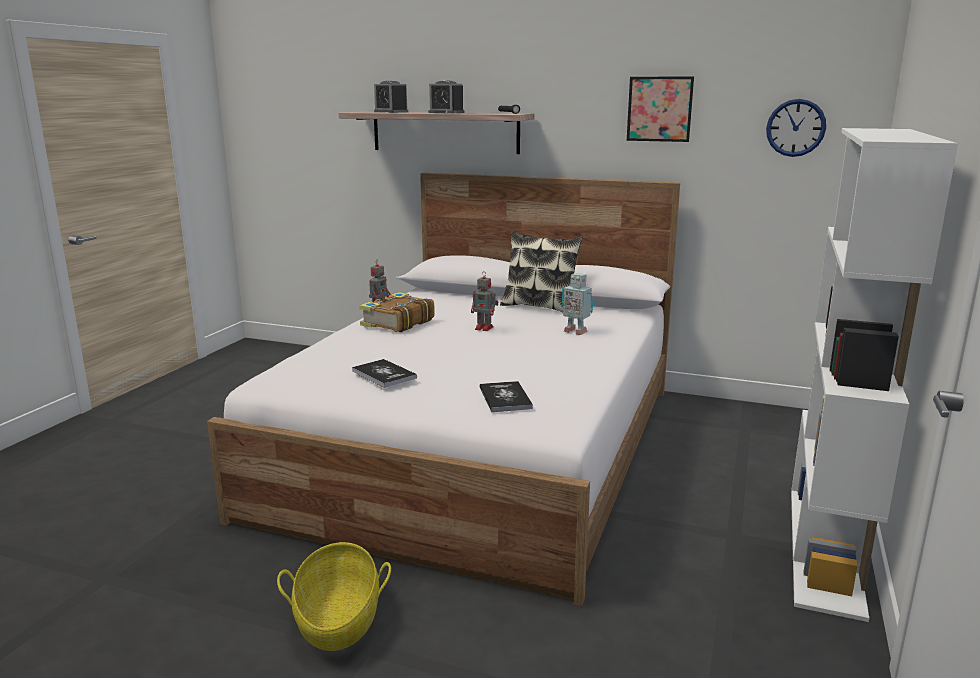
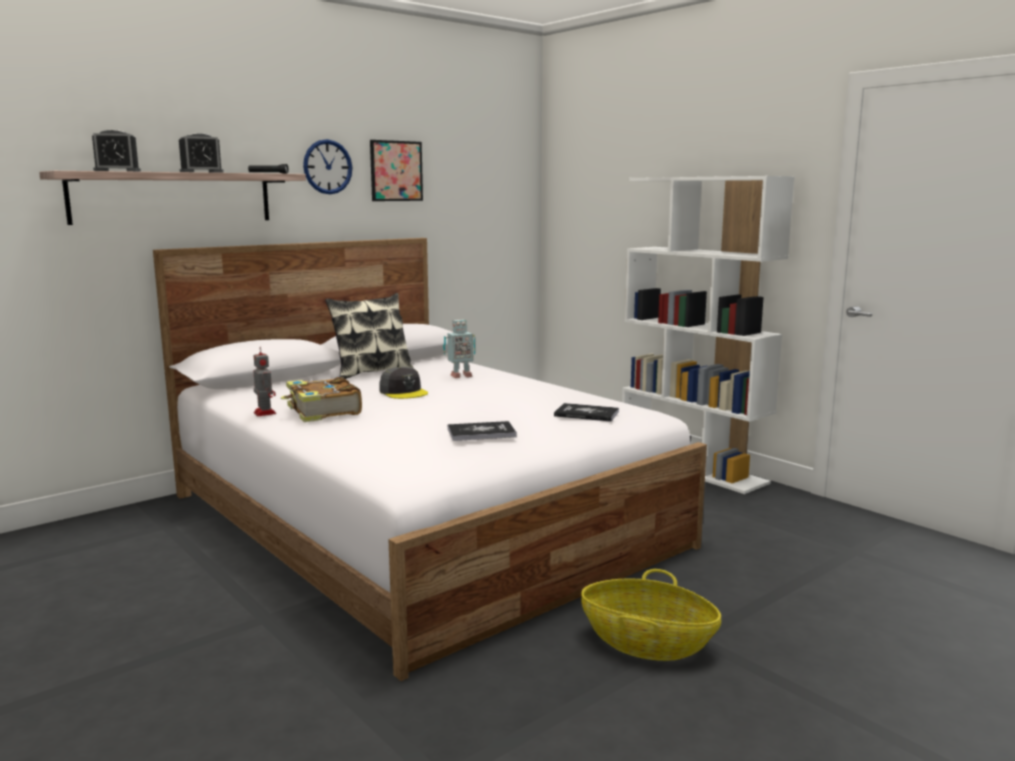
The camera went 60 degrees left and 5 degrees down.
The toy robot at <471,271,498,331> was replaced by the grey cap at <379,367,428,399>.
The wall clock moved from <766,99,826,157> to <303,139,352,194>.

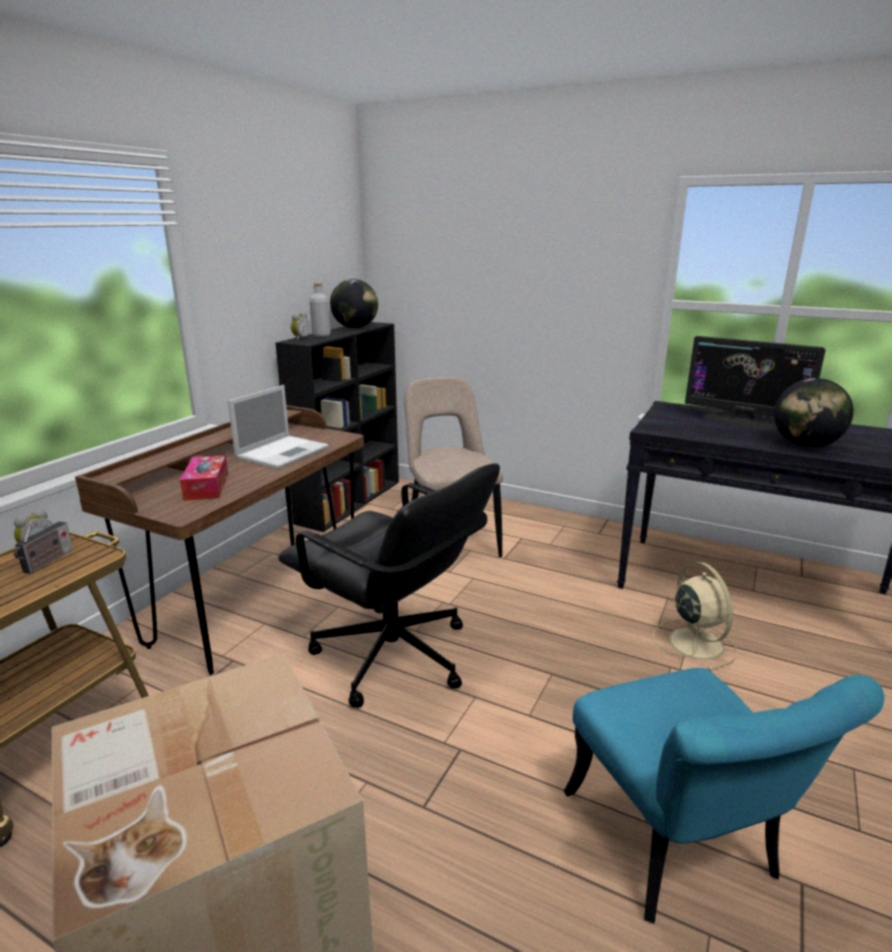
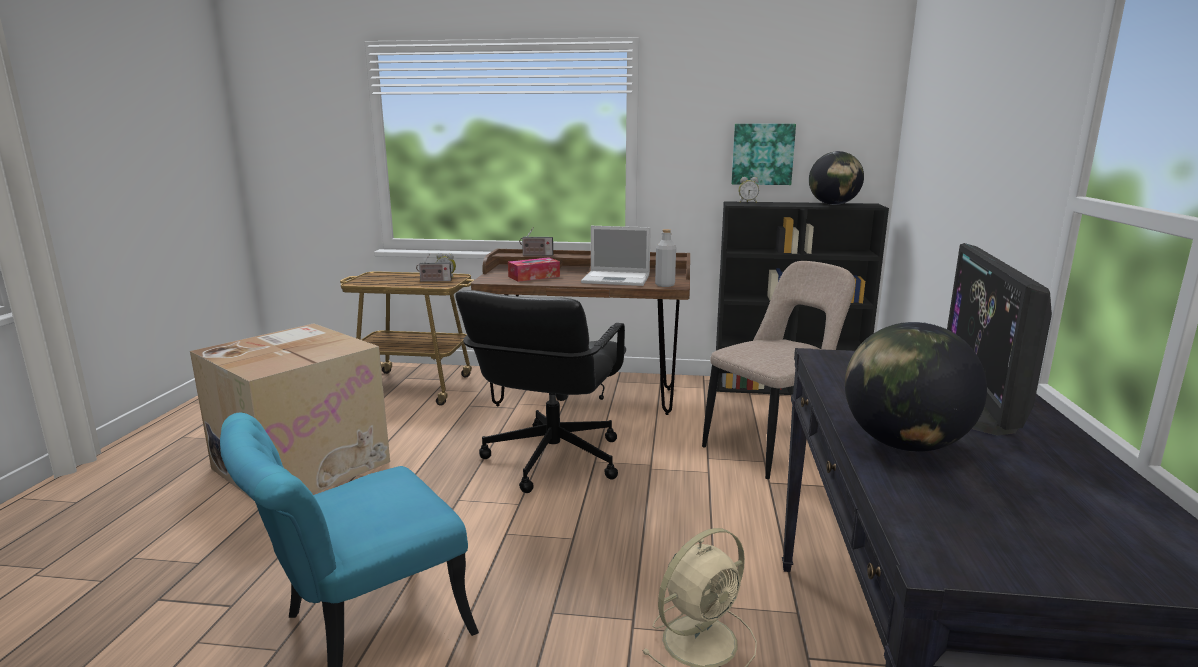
The camera went 70 degrees right and 5 degrees down.
The grey bottle moved from <310,283,331,337> to <655,229,676,287>.
The radio at <519,227,553,256> appeared.
The picture at <732,124,796,185> appeared.

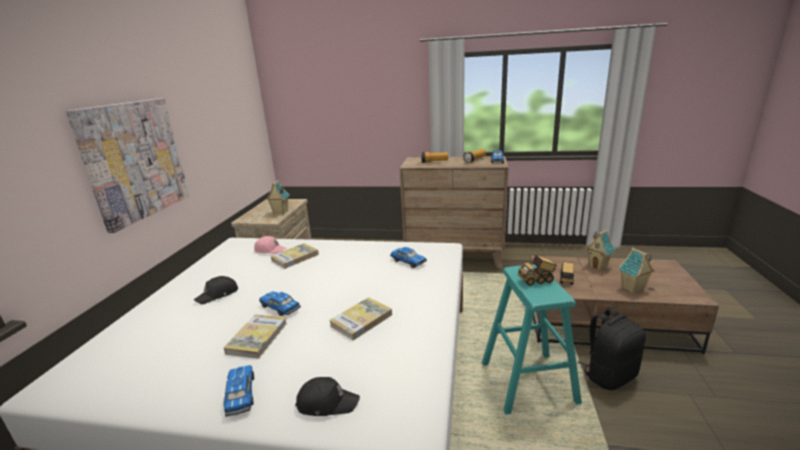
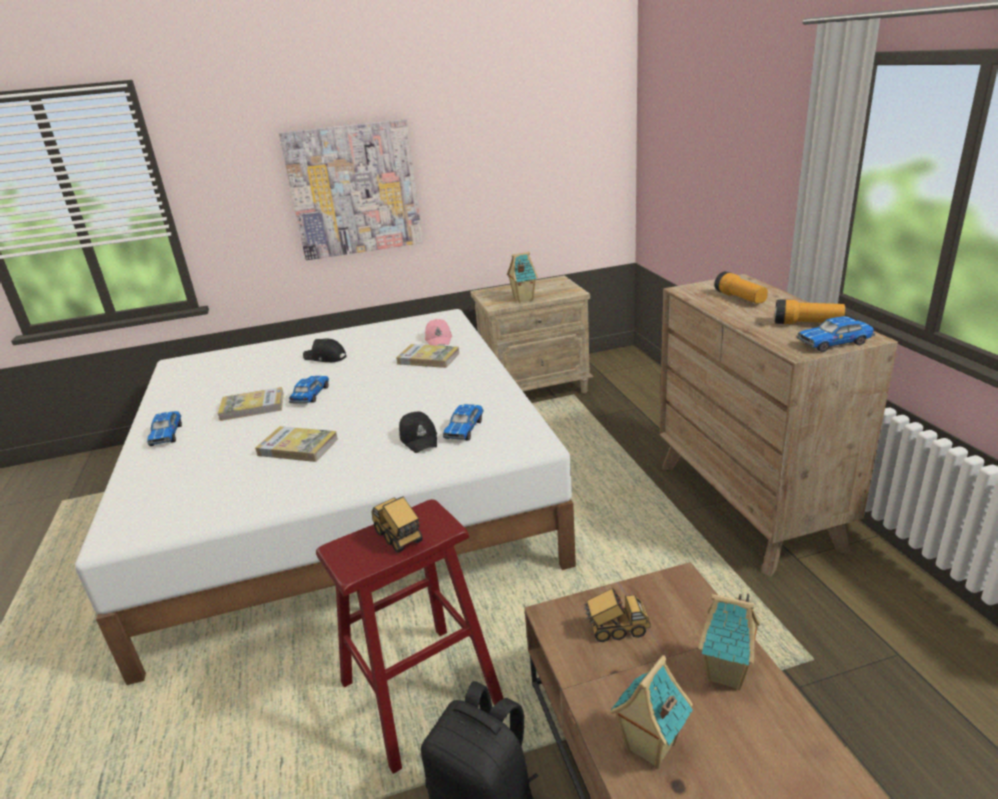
The camera went 65 degrees right and 5 degrees up.
The toy car at <224,365,254,417> turned 120 degrees clockwise.
The black cap moved from <295,377,360,416> to <399,412,437,453>.
The turquoise stool at <482,264,582,415> became the red stool at <316,499,504,774>.

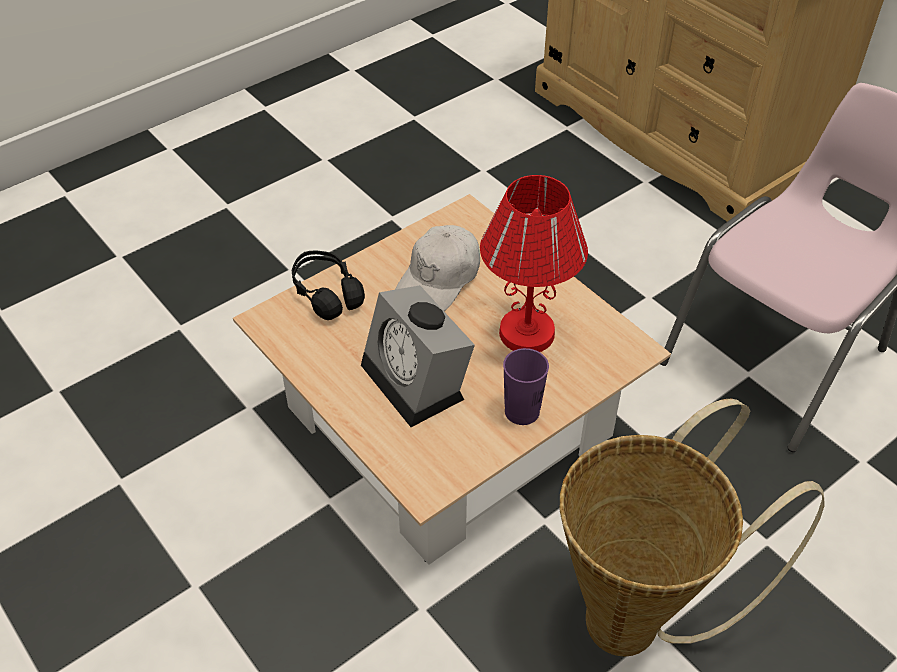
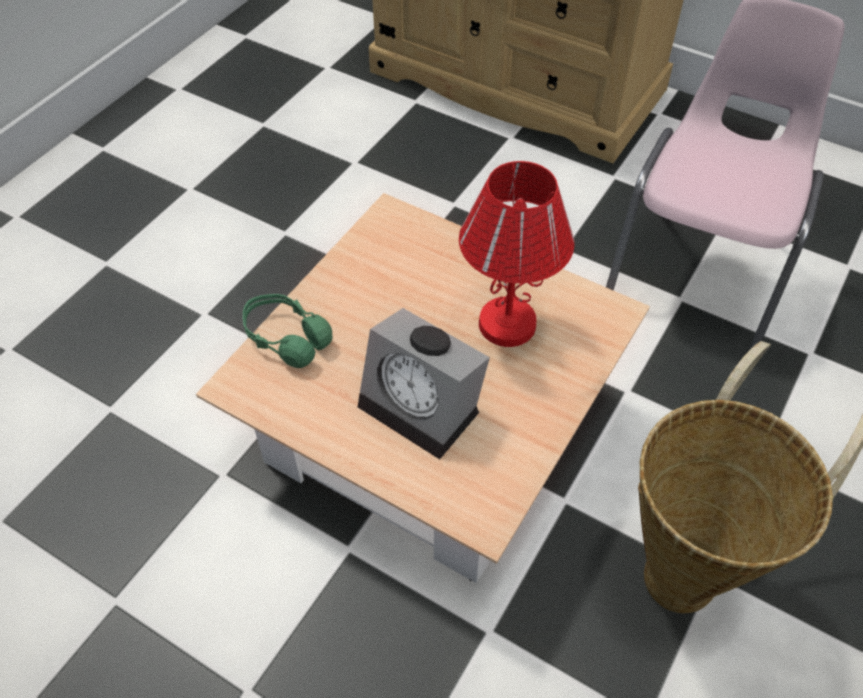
The camera went 20 degrees left and 5 degrees up.
The black headphones at <292,251,365,320> became the green headphones at <243,294,333,368>.
The white cap at <395,225,480,311> disappeared.
The purple cup at <503,348,549,425> disappeared.

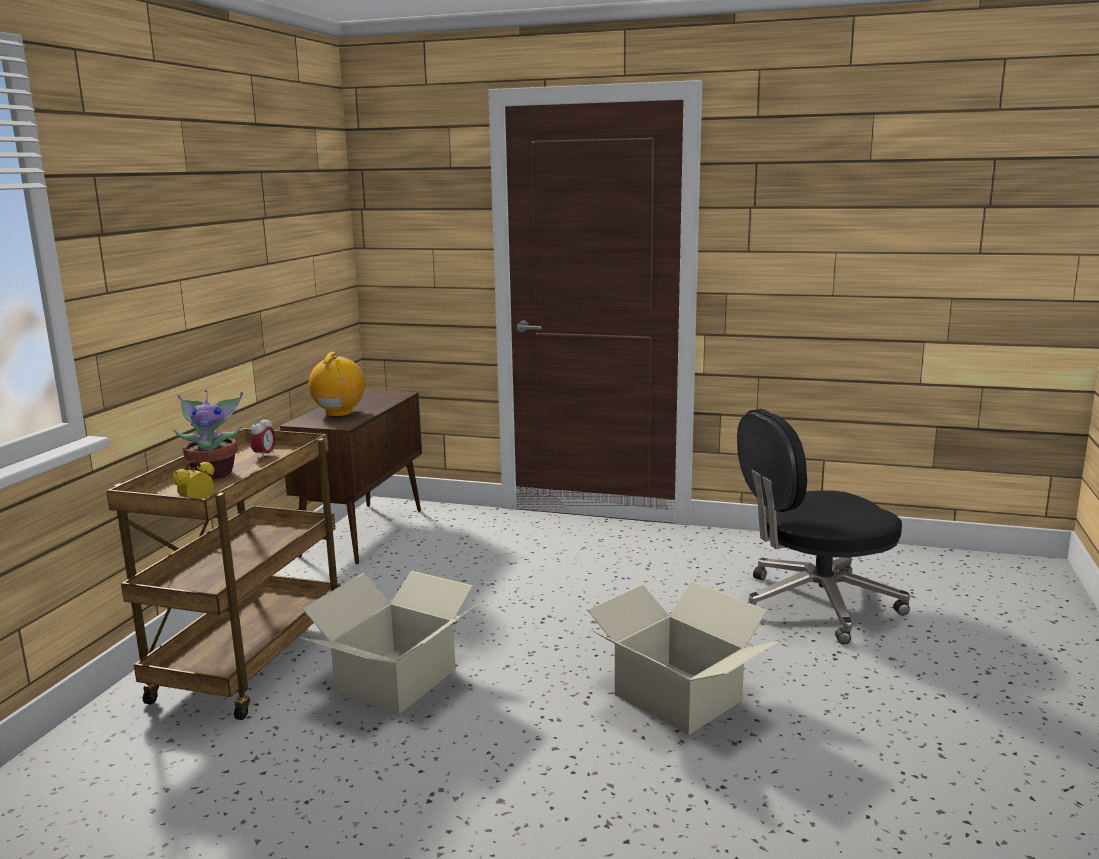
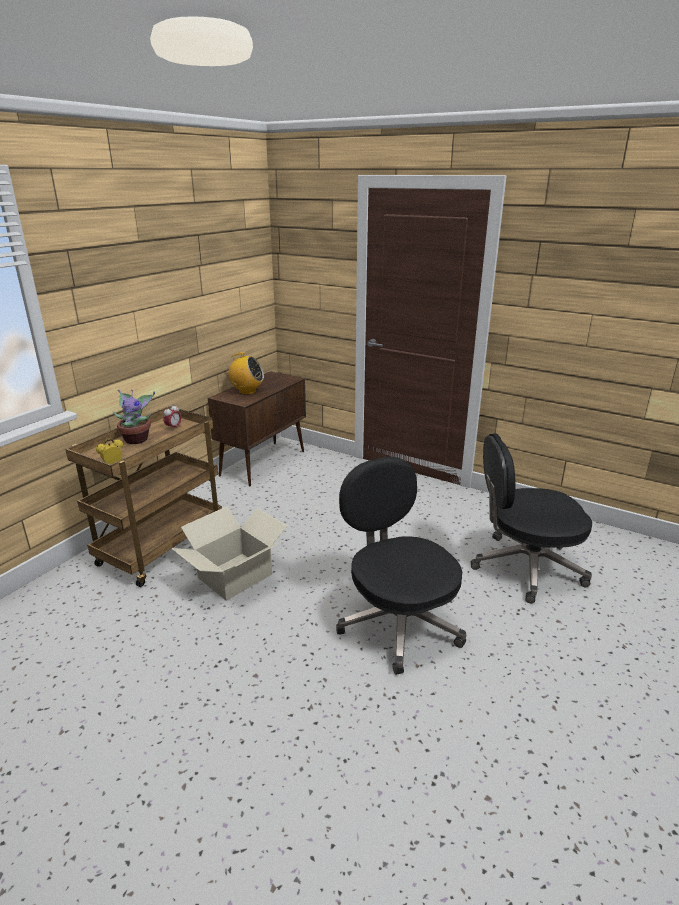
The camera went 15 degrees right and 10 degrees up.
The radio at <309,352,365,417> turned 75 degrees clockwise.
The cardboard box at <587,581,780,735> was replaced by the black office chair at <336,456,466,675>.

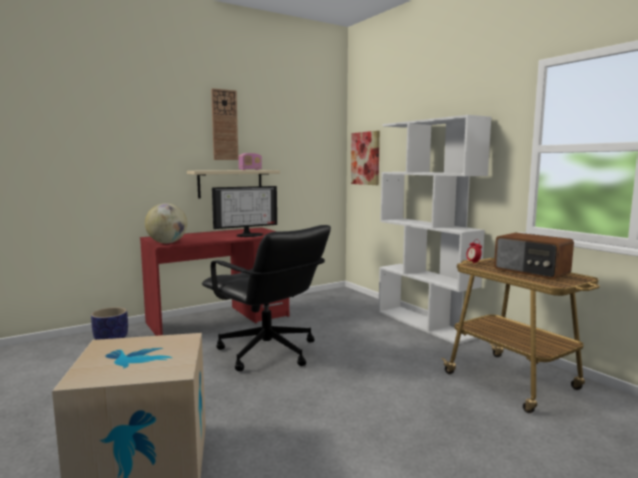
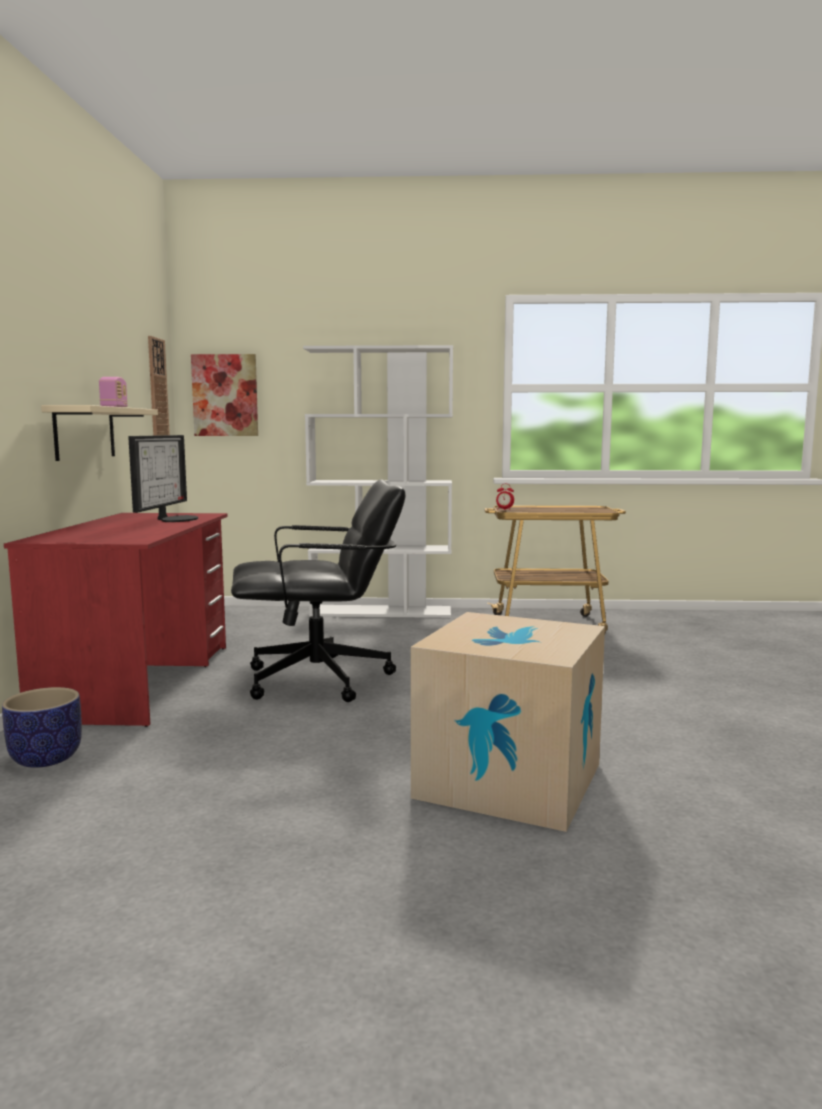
The camera went 55 degrees left and 0 degrees up.
The globe at <145,203,187,243> disappeared.
The wall clock moved from <211,88,239,160> to <148,336,170,436>.
The radio at <494,233,574,279> disappeared.

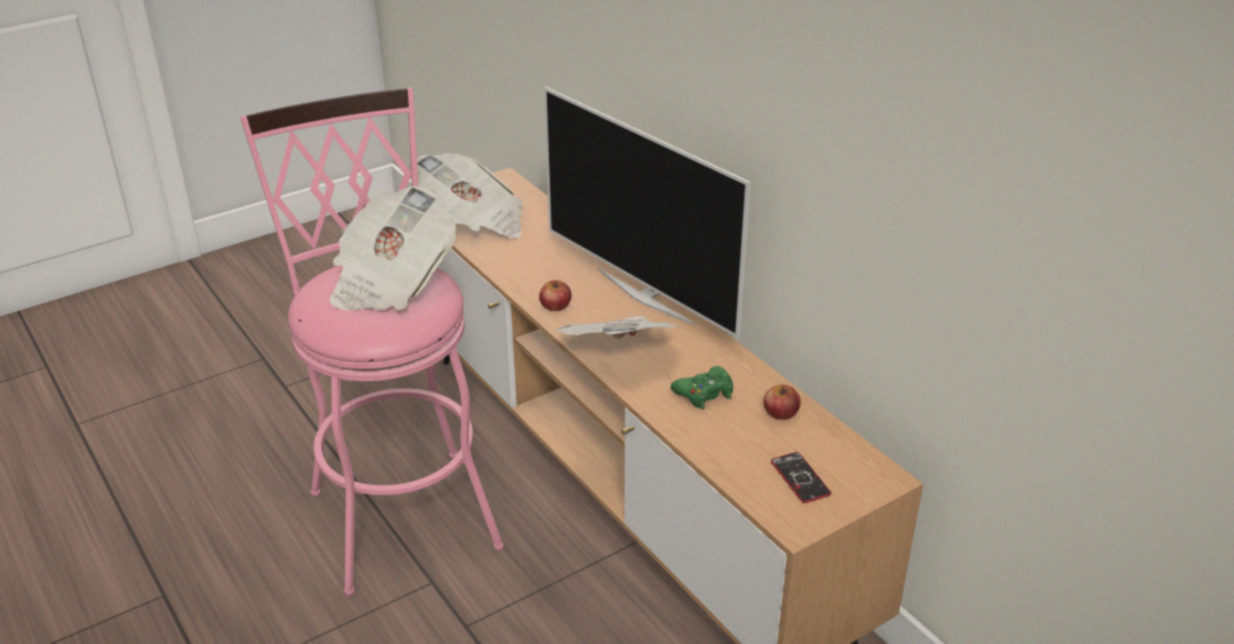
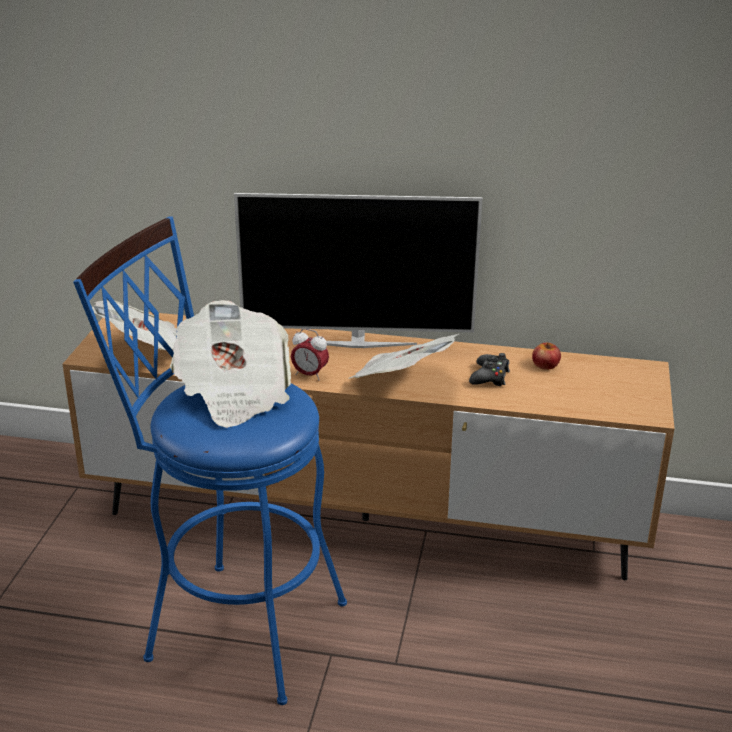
The camera went 45 degrees left and 5 degrees down.
The pink stool at <240,87,504,596> became the blue stool at <73,216,347,705>.
The apple at <539,280,571,311> was replaced by the alarm clock at <291,328,329,381>.
The green game controller at <671,366,733,409> became the black game controller at <469,353,510,386>.
The phone at <771,452,831,503> disappeared.

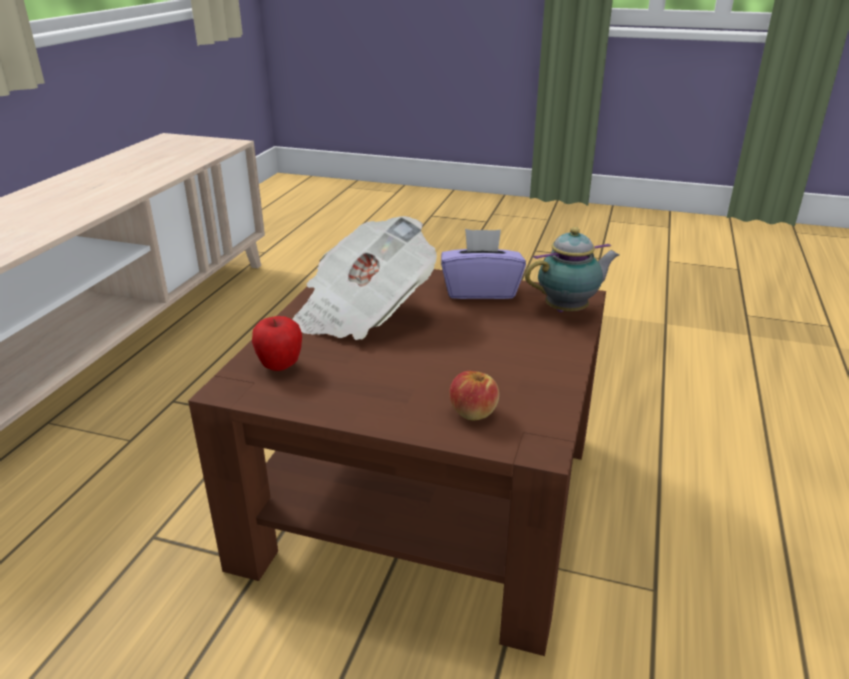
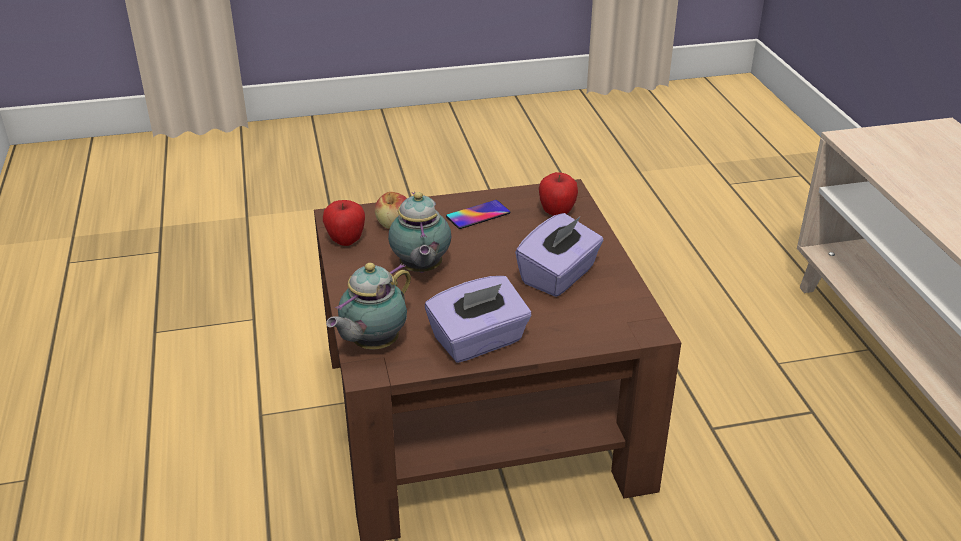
The camera went 150 degrees right and 5 degrees up.
The newspaper at <292,216,437,340> was replaced by the purple tissue box at <515,213,604,297>.
The apple at <323,200,365,246> appeared.
The teapot at <388,192,451,273> appeared.
The phone at <446,200,511,229> appeared.

